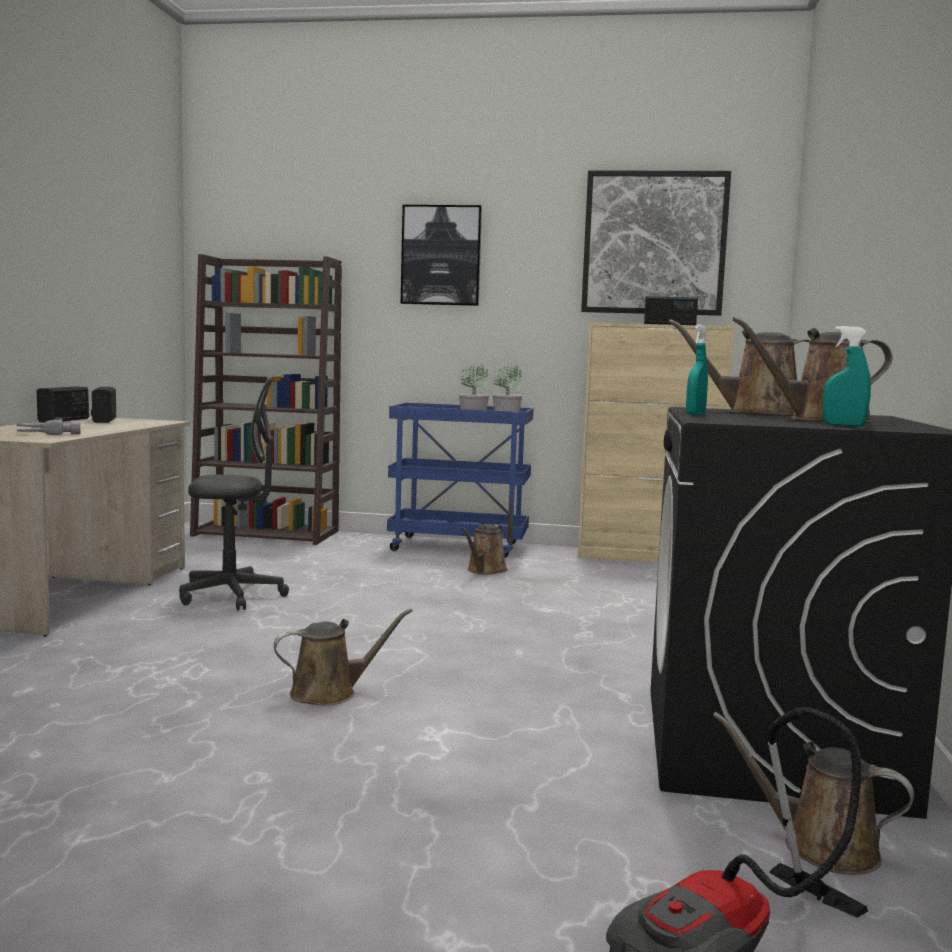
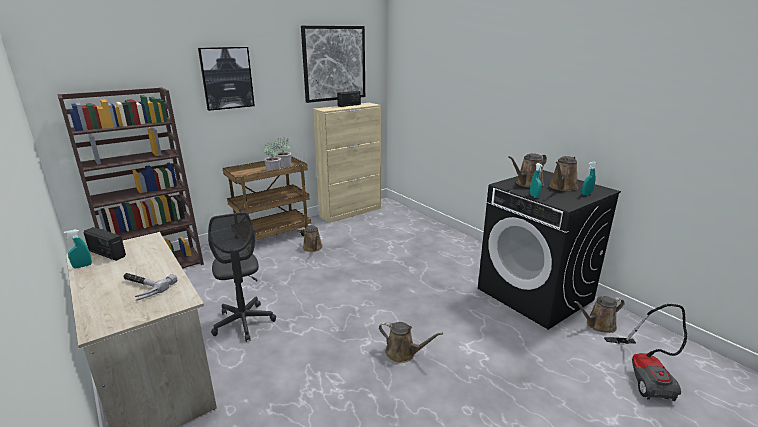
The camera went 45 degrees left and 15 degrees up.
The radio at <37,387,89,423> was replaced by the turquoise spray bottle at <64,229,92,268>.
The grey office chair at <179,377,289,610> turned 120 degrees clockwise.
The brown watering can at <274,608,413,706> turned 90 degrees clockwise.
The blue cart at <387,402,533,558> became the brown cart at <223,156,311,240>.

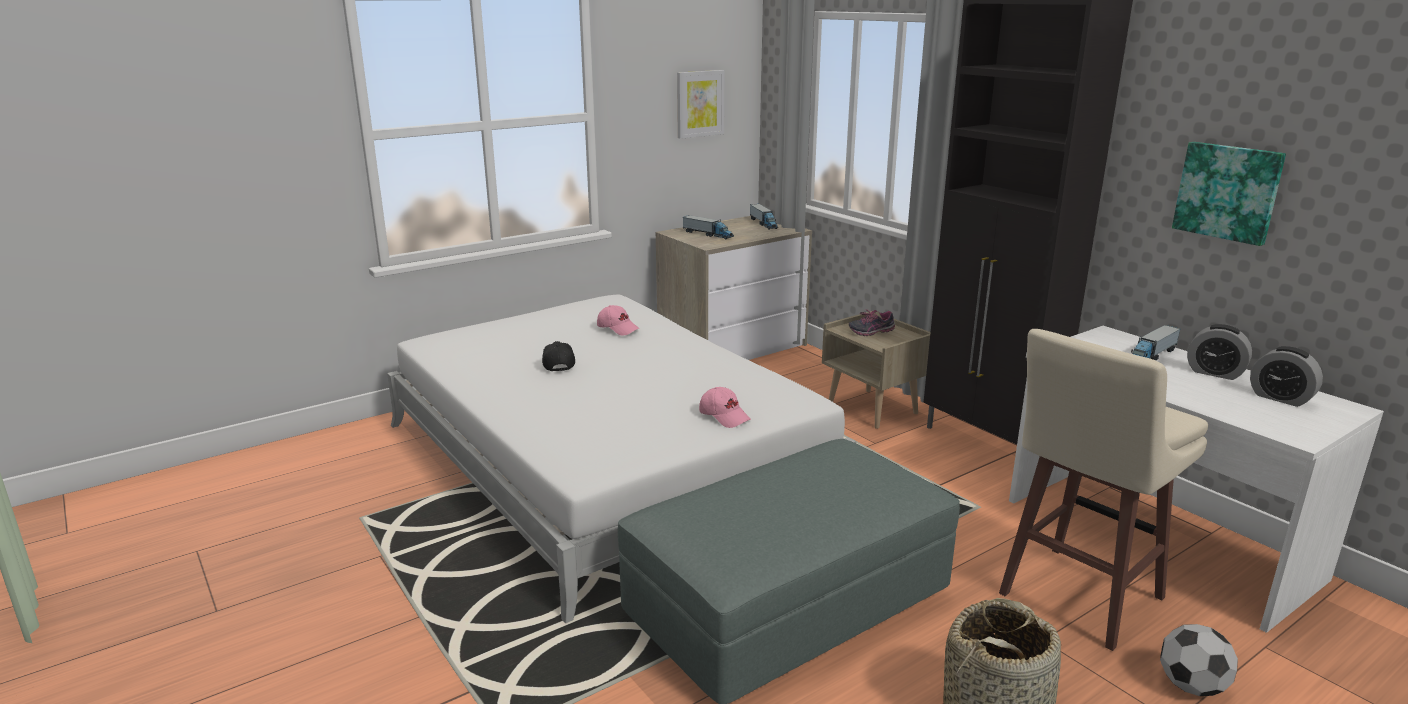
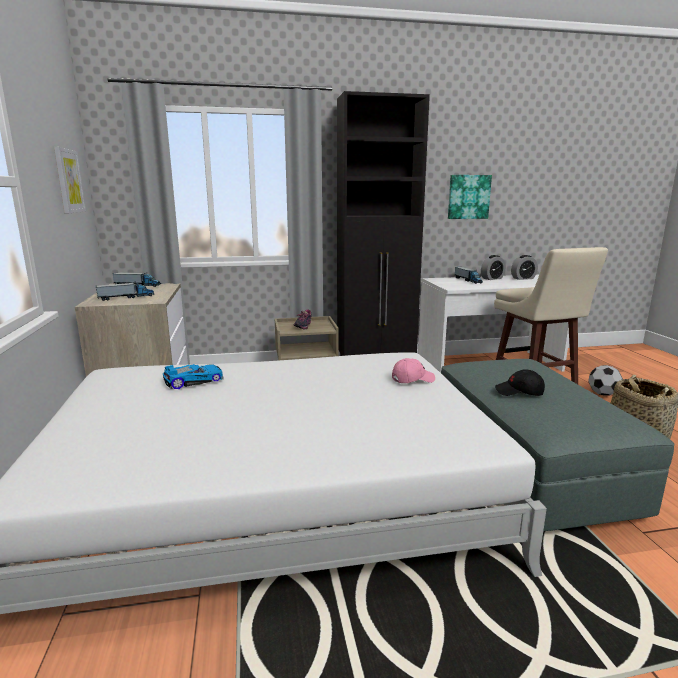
The camera went 65 degrees left and 5 degrees down.
The black cap moved from <542,341,575,371> to <495,369,545,396>.
The pink cap at <597,305,639,336> was replaced by the toy car at <163,364,224,389>.

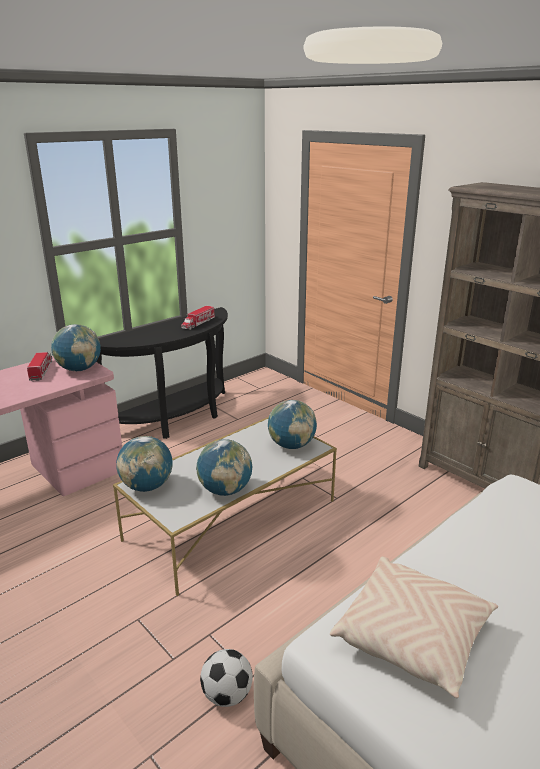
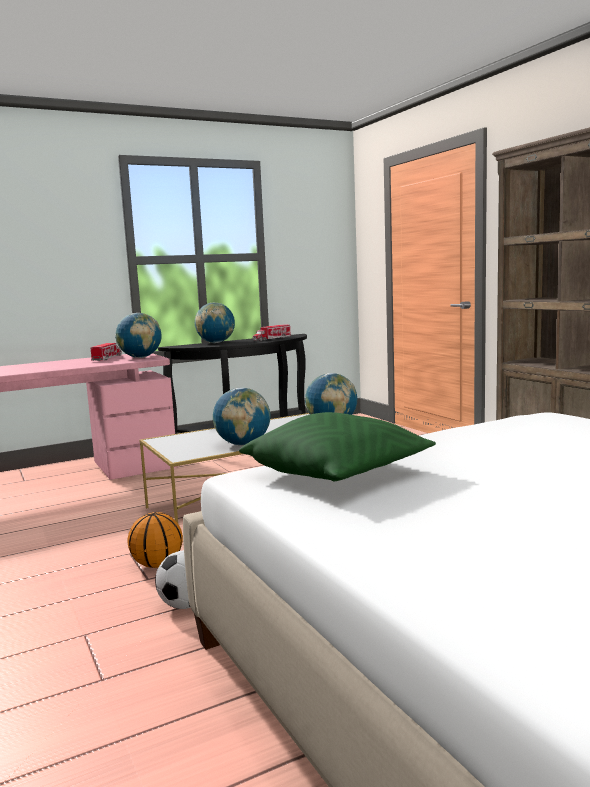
The camera went 15 degrees right and 15 degrees down.
The globe moved from <116,436,173,492> to <195,303,235,343>.
The beige pillow at <330,556,498,698> became the green pillow at <239,412,436,481>.
The basketball at <128,512,183,568> appeared.

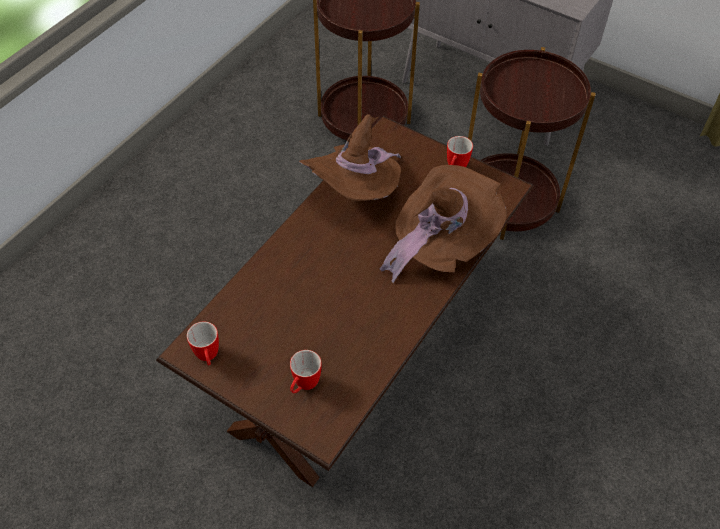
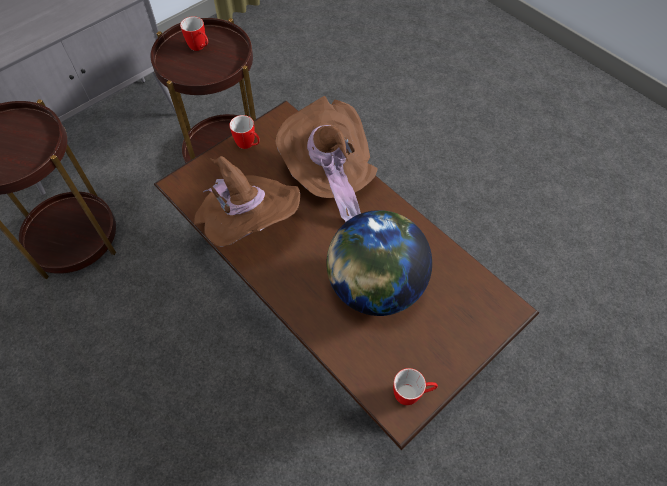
The camera went 75 degrees left and 5 degrees up.
The mug moved from <290,350,322,393> to <180,16,208,51>.
The globe at <326,210,432,316> appeared.

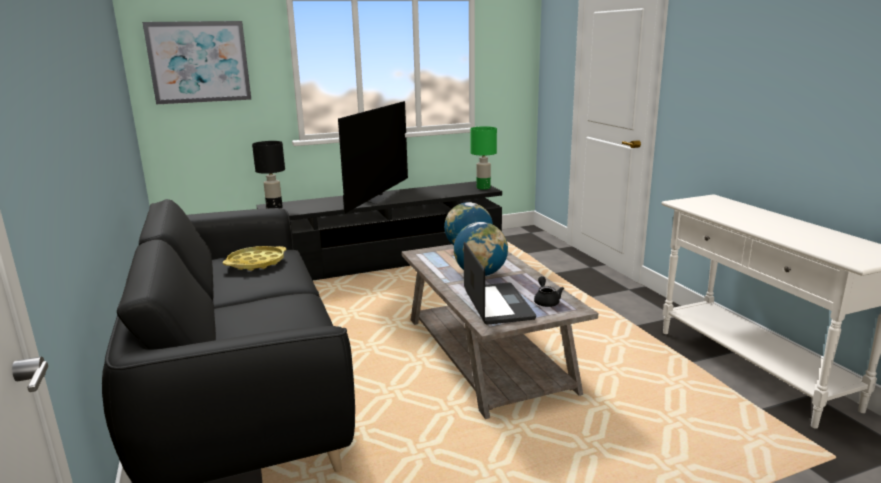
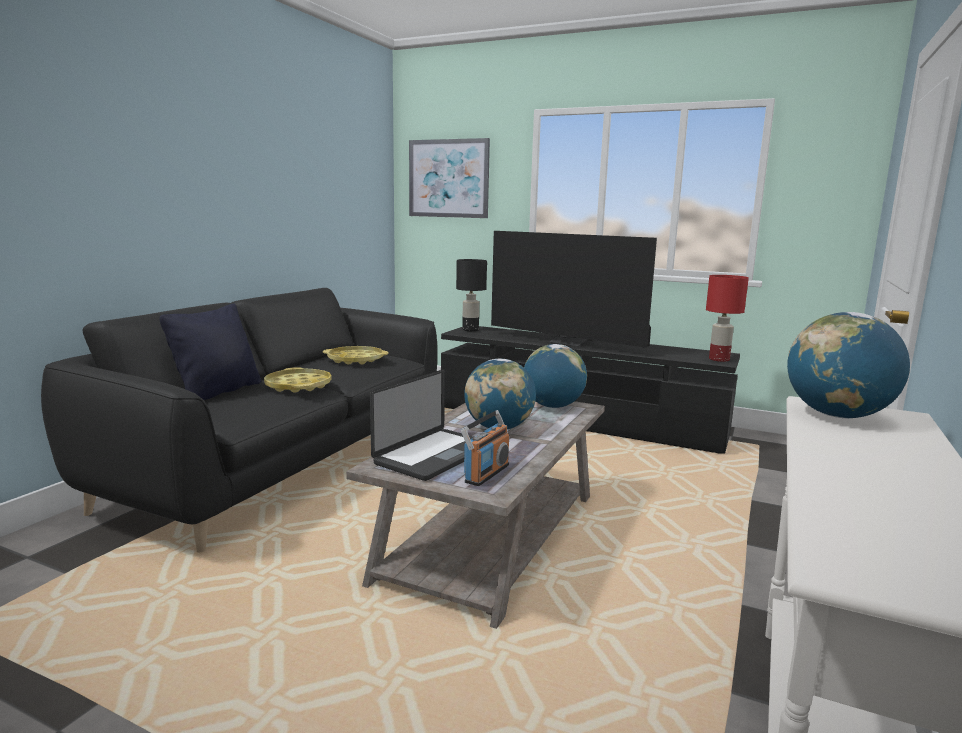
The camera went 45 degrees right and 5 degrees down.
The television at <338,101,408,213> turned 60 degrees clockwise.
The green table lamp at <470,126,497,190> became the red table lamp at <706,275,749,362>.
The black teapot at <534,276,564,307> was replaced by the radio at <461,410,509,486>.
The black pillow at <159,304,261,400> appeared.
The yellow tray at <264,367,332,393> appeared.
The globe at <787,312,910,418> appeared.

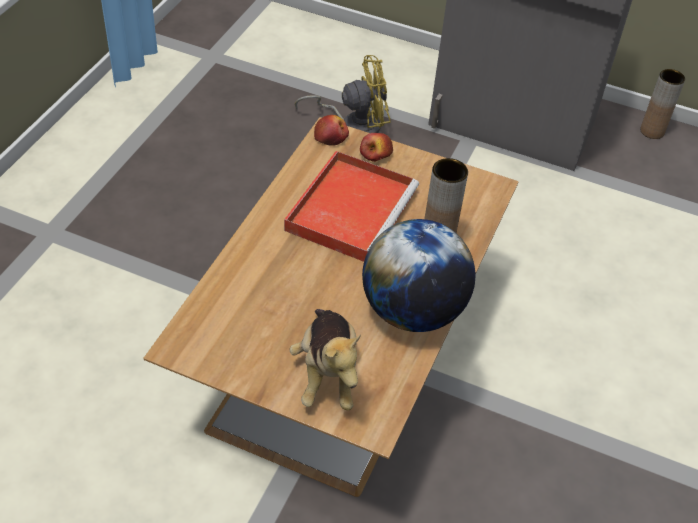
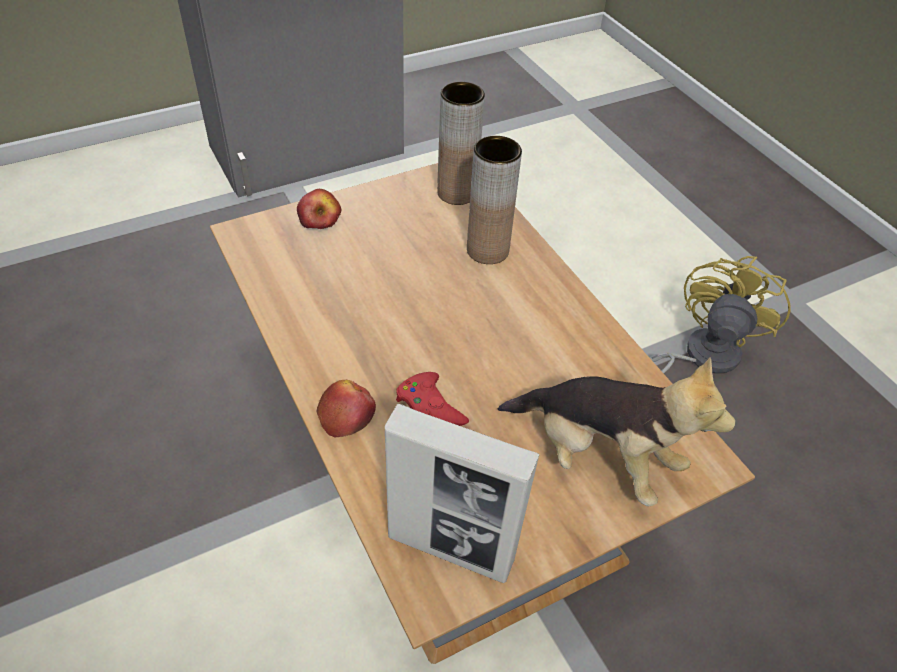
The camera went 50 degrees left and 0 degrees up.
The red tray at <284,151,419,262> disappeared.
The yellow fan moved from <295,55,391,133> to <649,256,791,374>.
The apple moved from <314,115,349,146> to <317,380,376,438>.
The globe at <362,219,475,332> disappeared.
The brown vase moved from <640,69,685,139> to <437,82,485,205>.
The picture frame at <385,404,540,583> appeared.
The red game controller at <396,372,469,426> appeared.

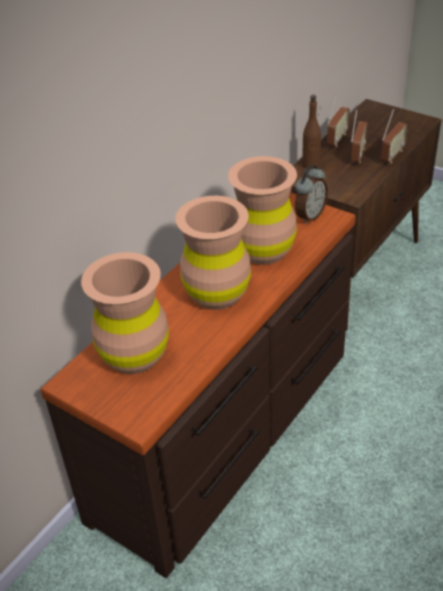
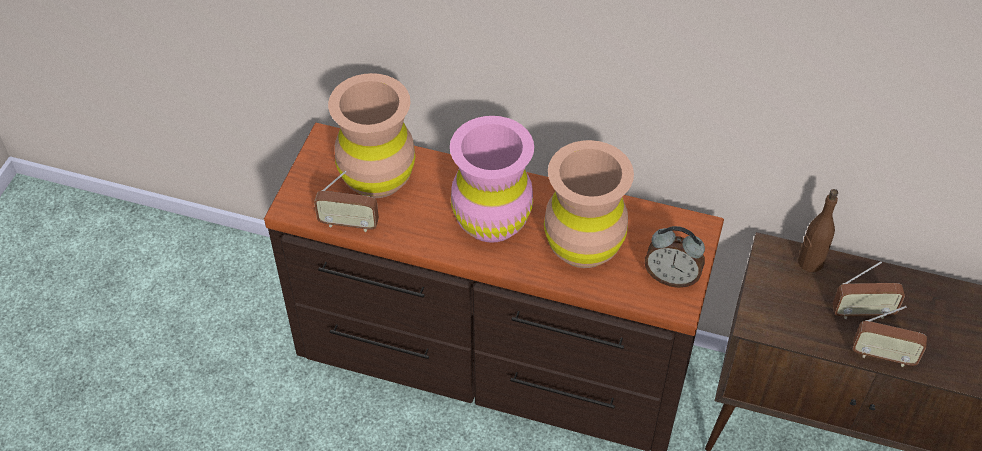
The camera went 70 degrees right and 10 degrees up.
The brown vase at <175,196,251,310> became the pink vase at <450,116,534,243>.
The radio moved from <327,94,350,147> to <314,171,379,232>.

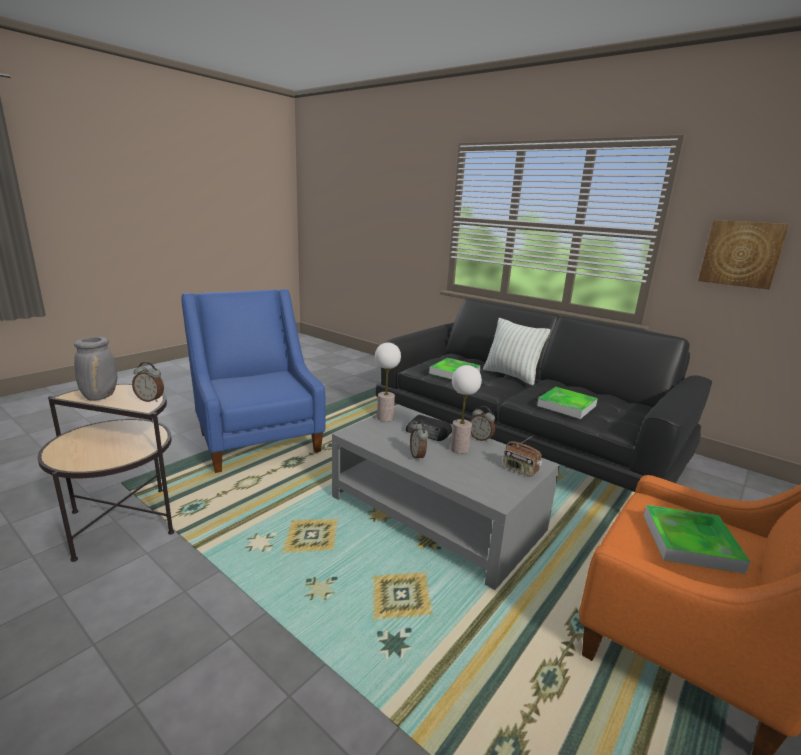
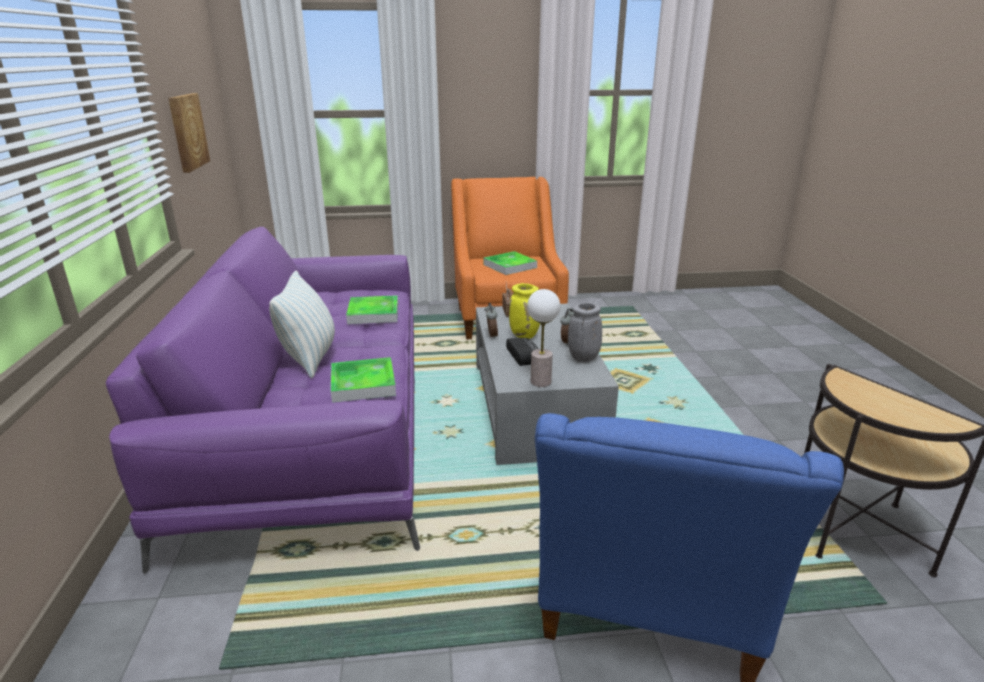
The camera went 135 degrees left and 5 degrees up.
The grey vase moved from <74,337,117,400> to <568,302,602,362>.
The alarm clock at <132,362,164,402> disappeared.
The black sofa at <376,298,712,492> became the purple sofa at <106,227,420,574>.
The table lamp at <450,365,482,454> was replaced by the yellow vase at <509,283,540,339>.

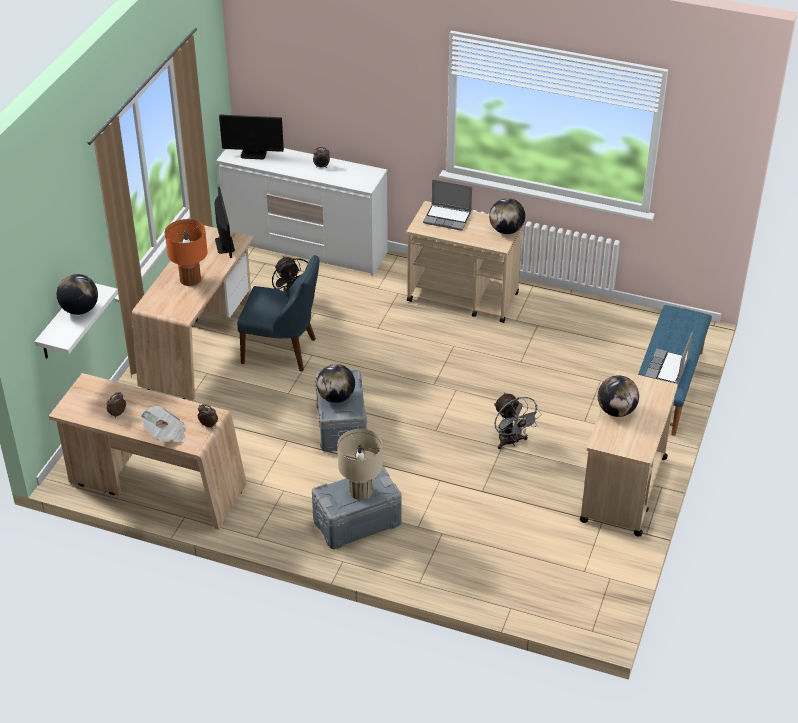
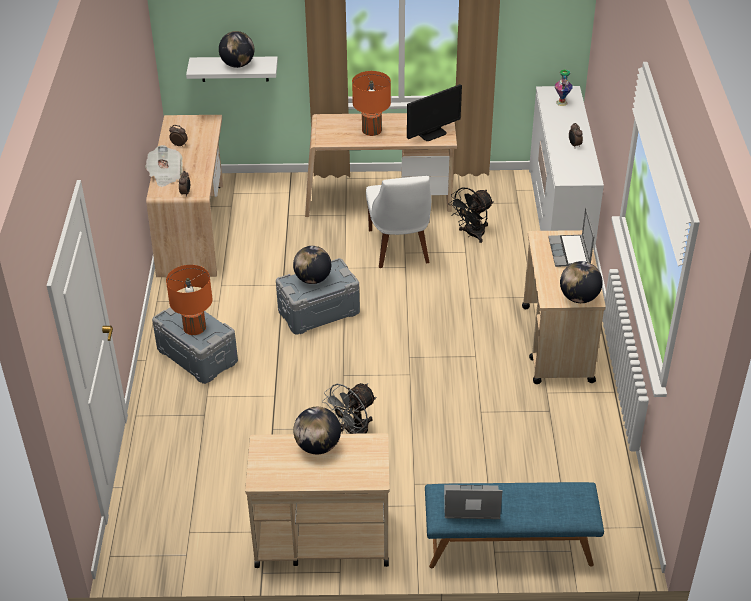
The camera went 70 degrees right and 0 degrees up.
The monitor at <219,114,284,159> was replaced by the vase at <555,69,573,106>.
The blue chair at <237,255,319,371> became the white chair at <366,176,431,268>.
The beige table lamp at <337,429,383,500> became the orange table lamp at <166,265,213,335>.

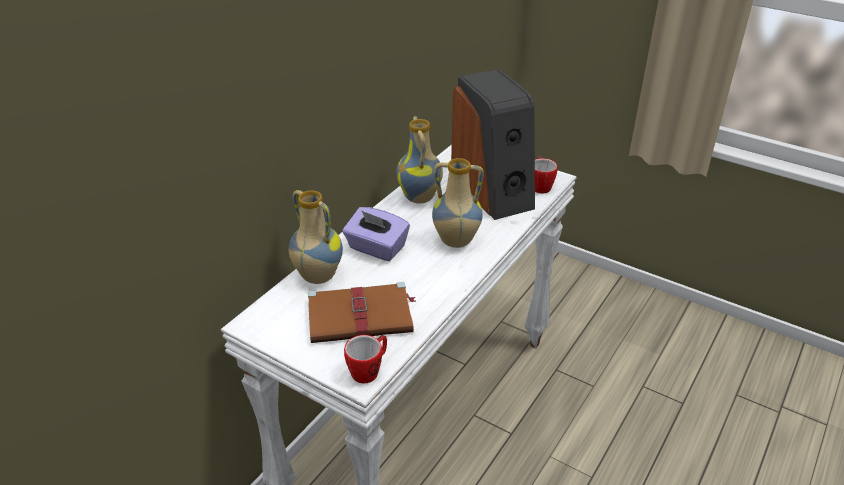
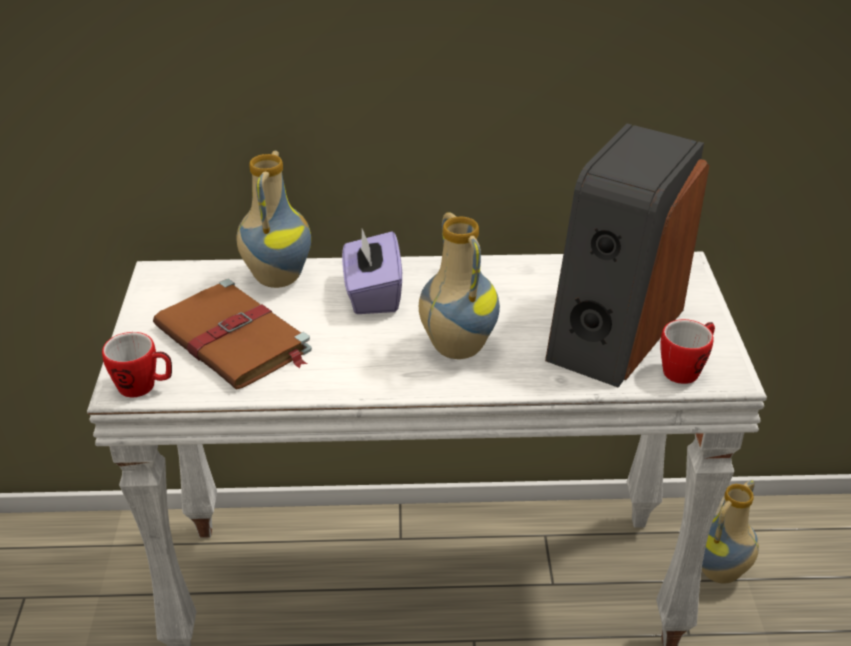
The camera went 55 degrees right and 0 degrees up.
The vase moved from <396,116,443,203> to <702,480,759,584>.

